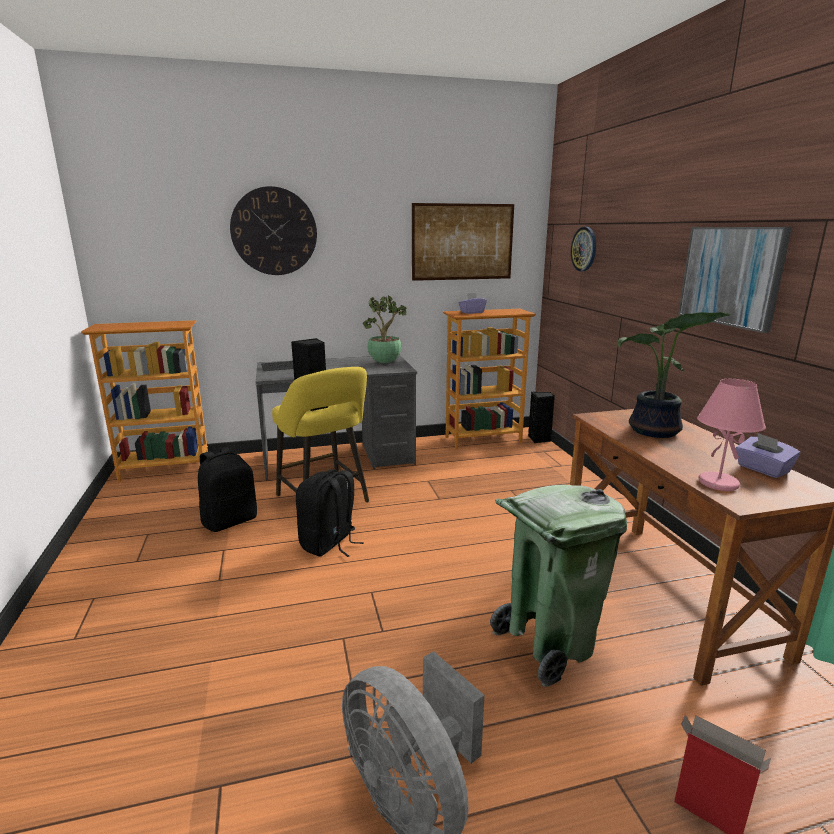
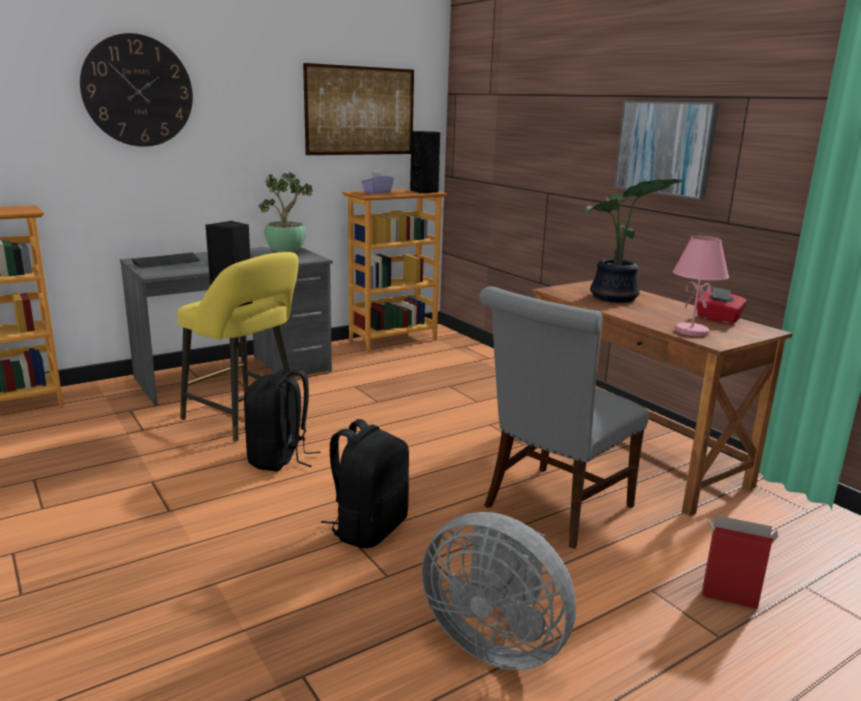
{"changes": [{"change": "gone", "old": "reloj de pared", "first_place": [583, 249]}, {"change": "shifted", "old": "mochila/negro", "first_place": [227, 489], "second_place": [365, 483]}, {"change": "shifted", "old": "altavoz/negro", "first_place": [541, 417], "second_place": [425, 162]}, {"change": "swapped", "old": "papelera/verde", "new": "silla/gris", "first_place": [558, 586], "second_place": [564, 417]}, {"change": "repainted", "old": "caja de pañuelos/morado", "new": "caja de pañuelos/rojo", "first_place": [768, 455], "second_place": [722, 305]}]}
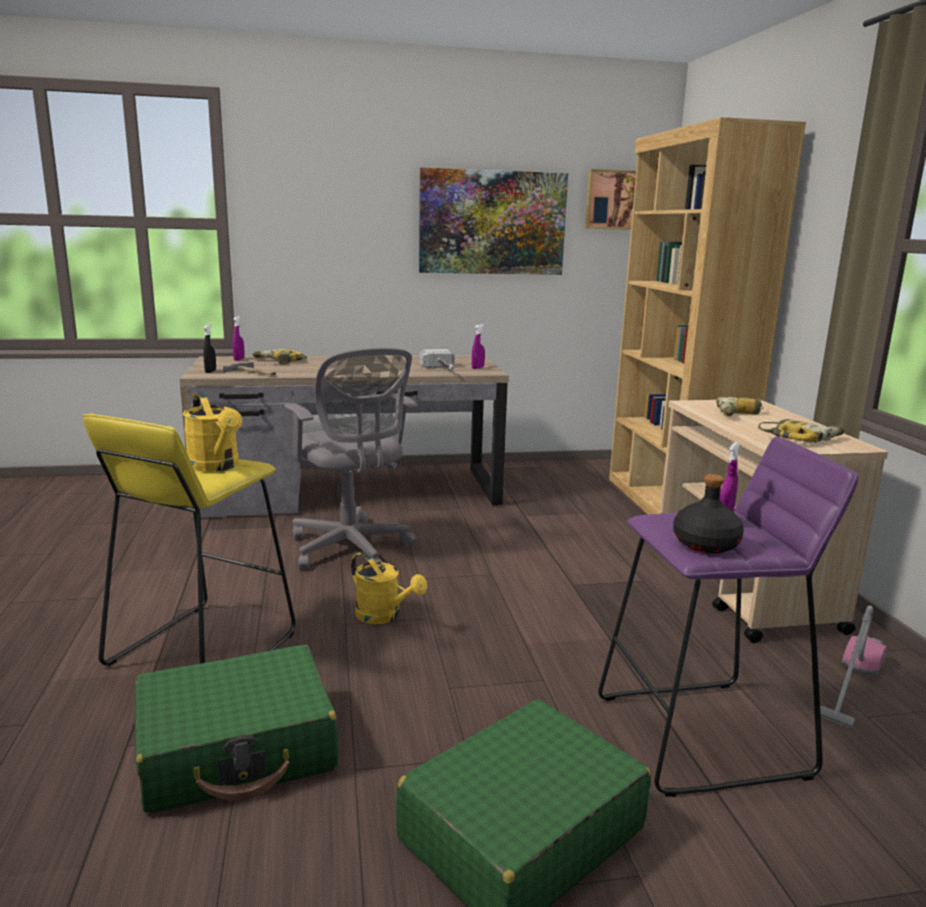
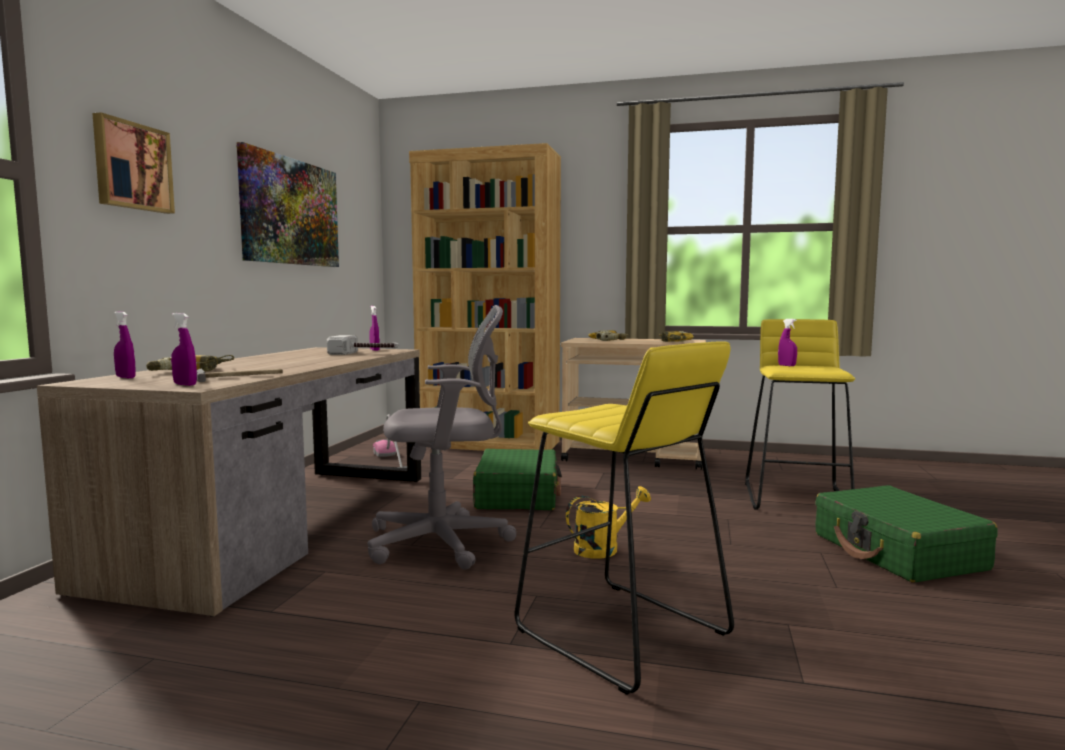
{"changes": [{"change": "gone", "old": "regadera/amarillo", "first_place": [212, 432]}, {"change": "gone", "old": "botella/negro", "first_place": [708, 514]}, {"change": "shifted", "old": "maleta/verde", "first_place": [236, 729], "second_place": [517, 479]}, {"change": "shifted", "old": "cuadro", "first_place": [610, 199], "second_place": [133, 163]}, {"change": "shifted", "old": "aspiradora", "first_place": [853, 666], "second_place": [390, 441]}, {"change": "repainted", "old": "pulverizador/negro", "new": "pulverizador/morado", "first_place": [209, 348], "second_place": [184, 349]}, {"change": "repainted", "old": "taburete/morado", "new": "taburete/amarillo", "first_place": [728, 617], "second_place": [800, 414]}]}
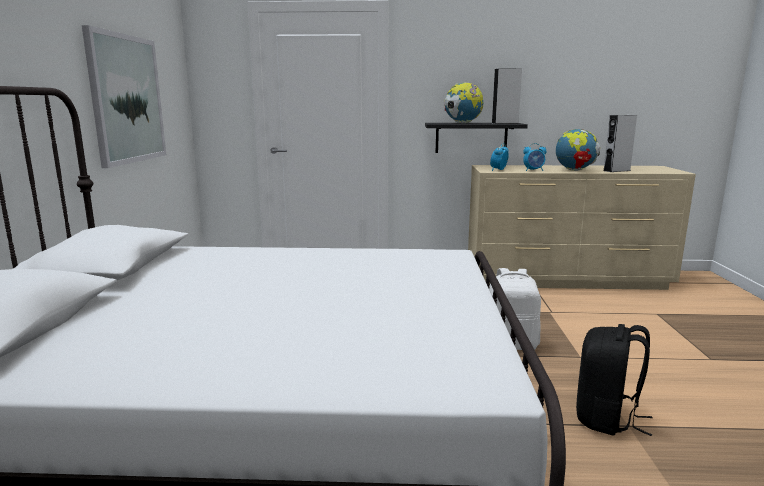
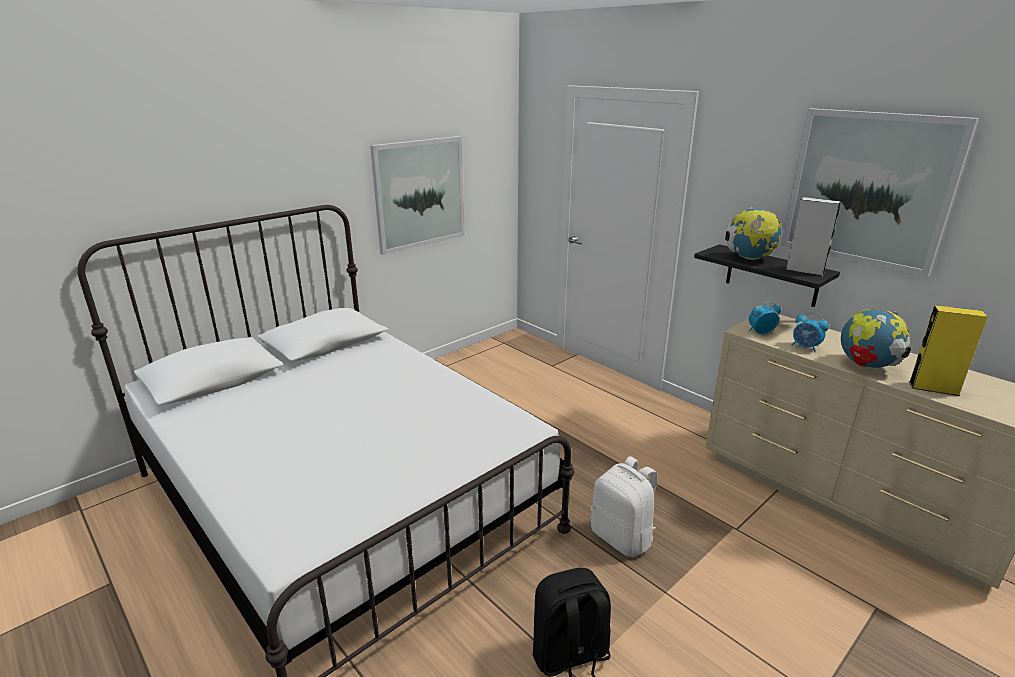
{"changes": [{"change": "new", "new": "cuadro", "second_place": [880, 192]}, {"change": "repainted", "old": "altavoz/gris", "new": "altavoz/amarillo", "first_place": [620, 143], "second_place": [948, 350]}]}
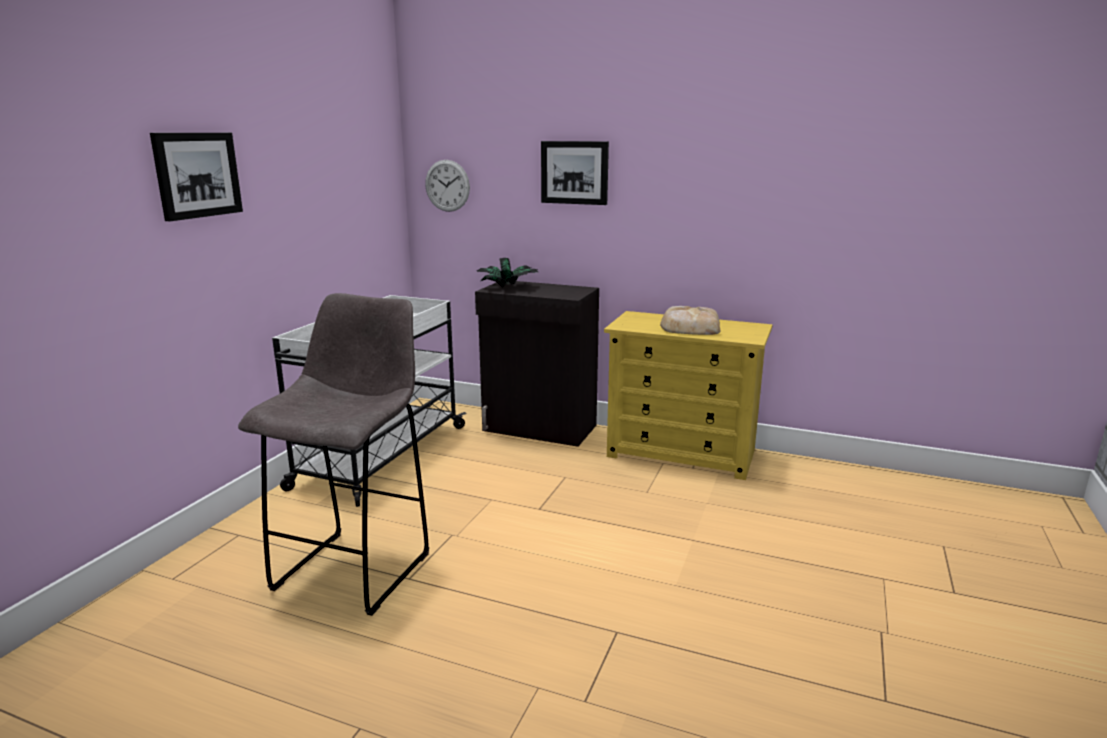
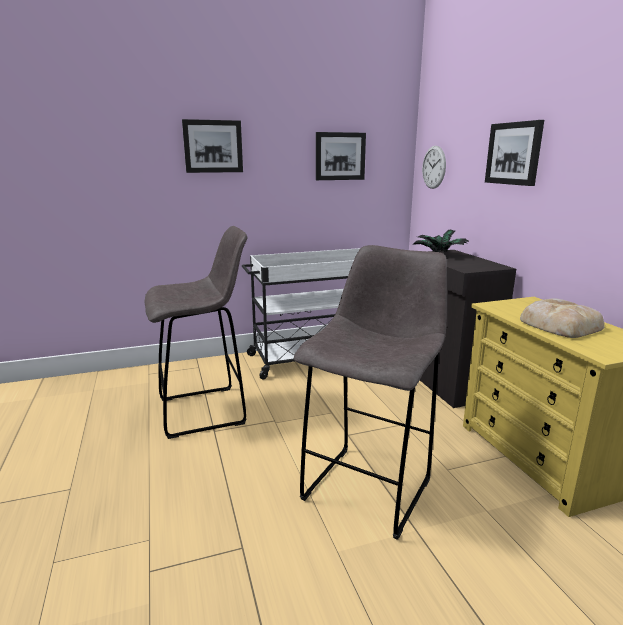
{"changes": [{"change": "new", "new": "taburete/gris", "second_place": [370, 392]}, {"change": "new", "new": "cuadro", "second_place": [341, 156]}]}
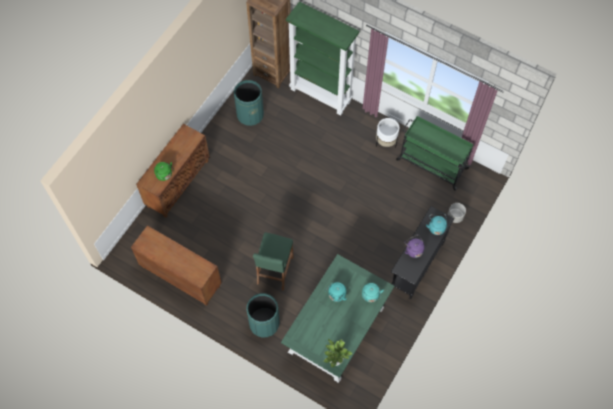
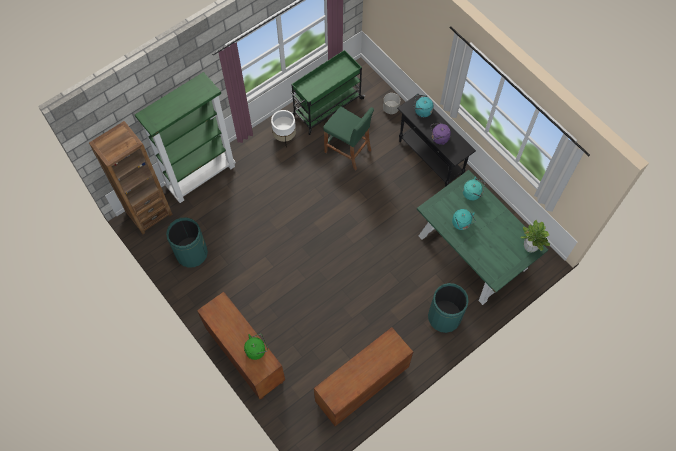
{"changes": [{"change": "shifted", "old": "taburete/verde", "first_place": [273, 261], "second_place": [348, 138]}]}
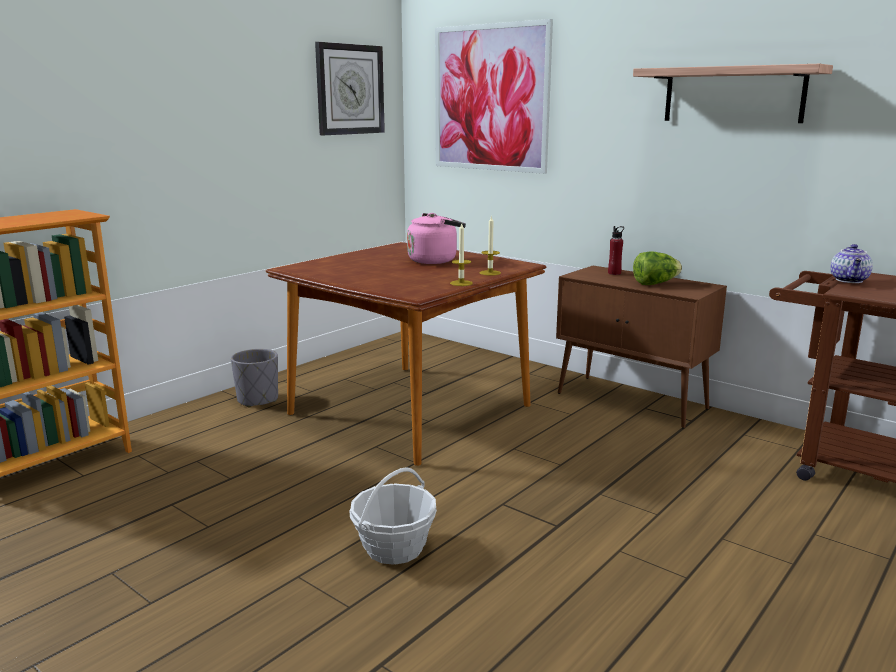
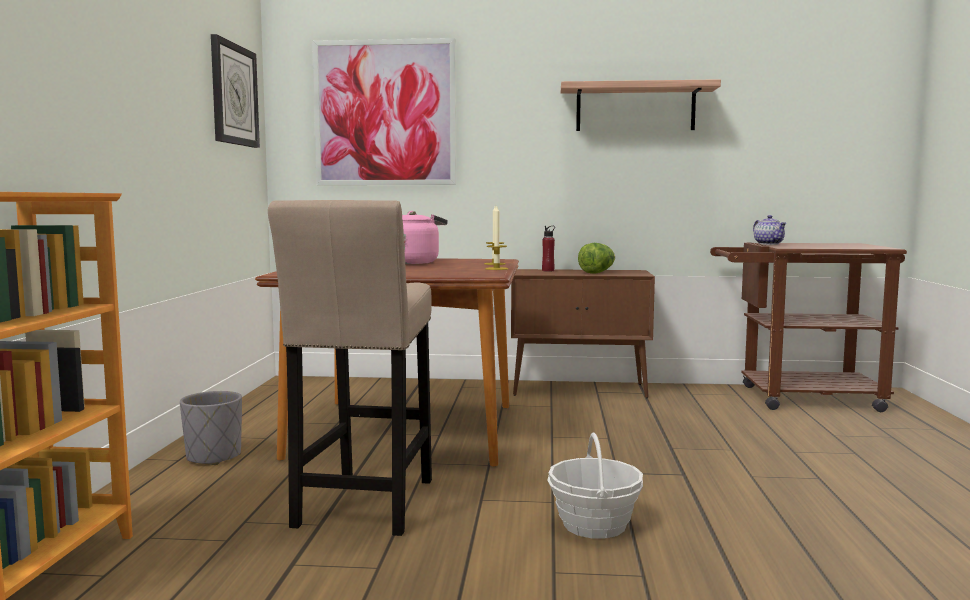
{"changes": [{"change": "new", "new": "taburete/beis", "second_place": [350, 368]}]}
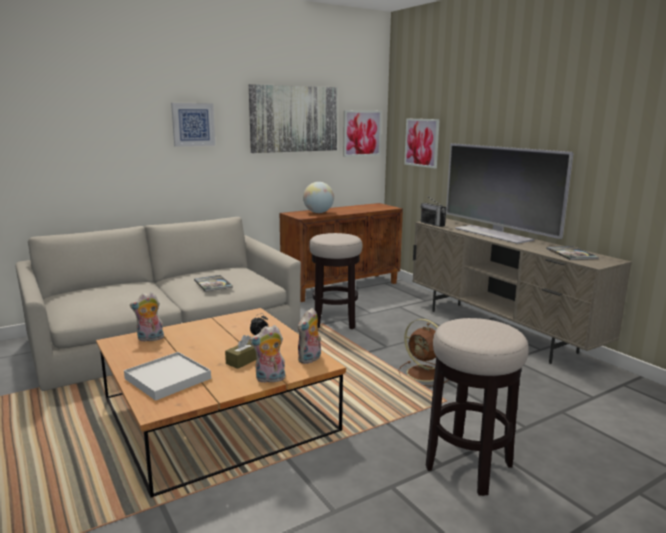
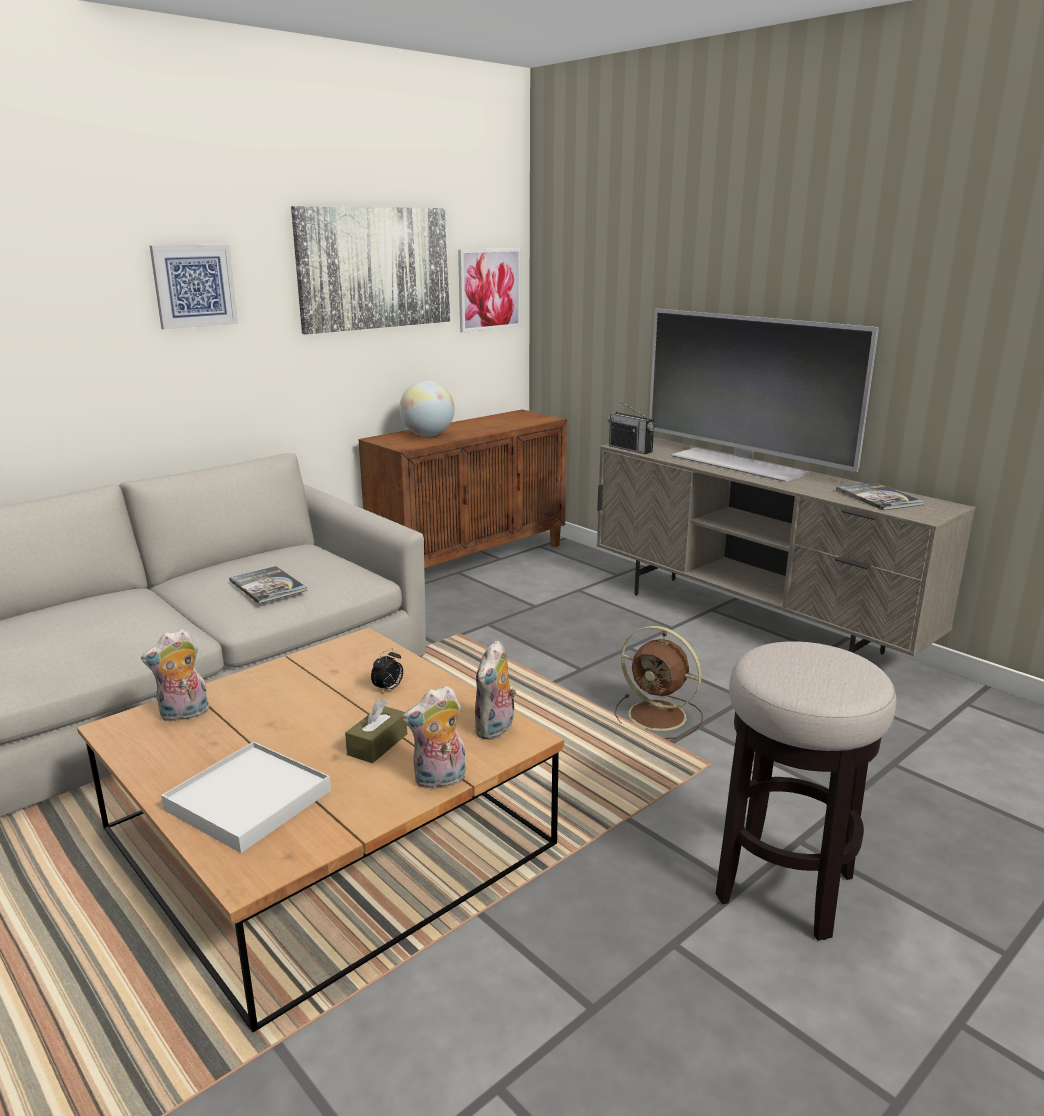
{"changes": [{"change": "gone", "old": "taburete", "first_place": [335, 281]}, {"change": "gone", "old": "cuadro", "first_place": [422, 143]}]}
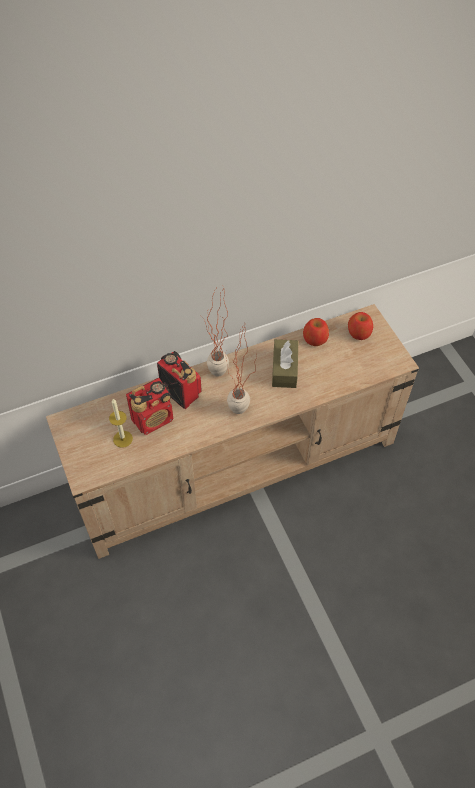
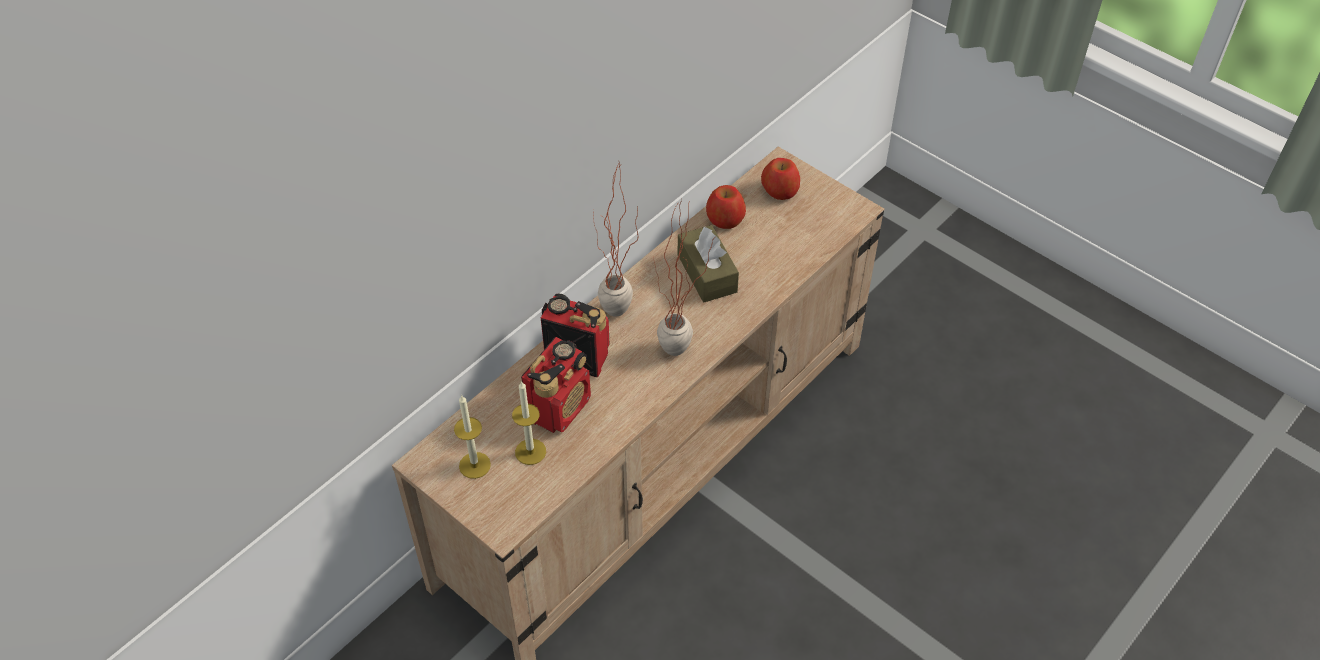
{"changes": [{"change": "new", "new": "vela", "second_place": [472, 437]}]}
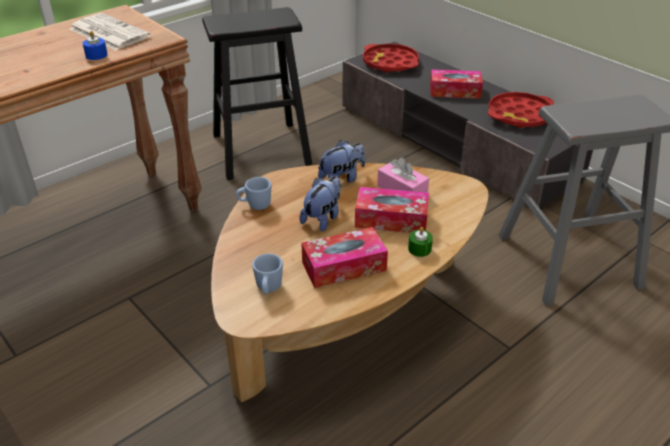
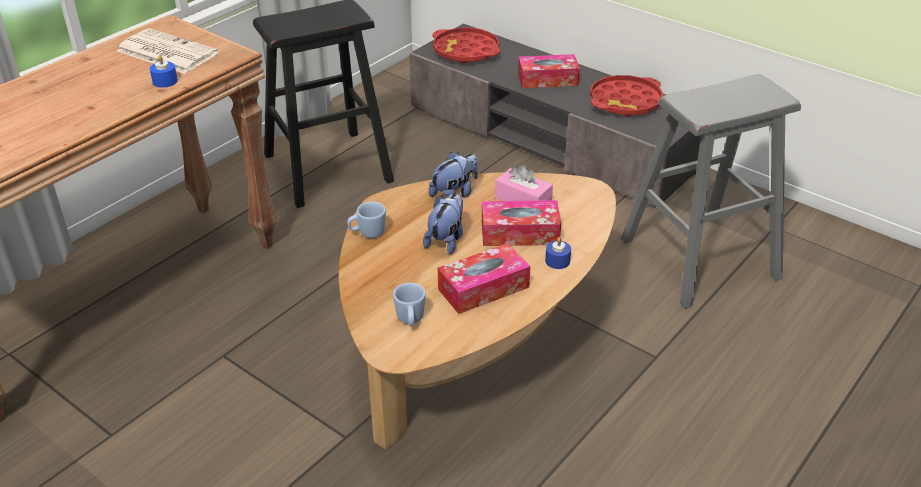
{"changes": [{"change": "repainted", "old": "vela/verde", "new": "vela/azul", "first_place": [420, 242], "second_place": [558, 253]}]}
